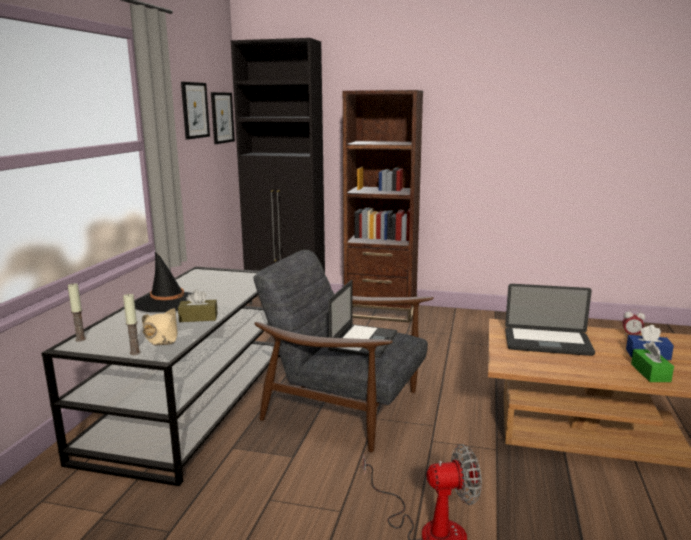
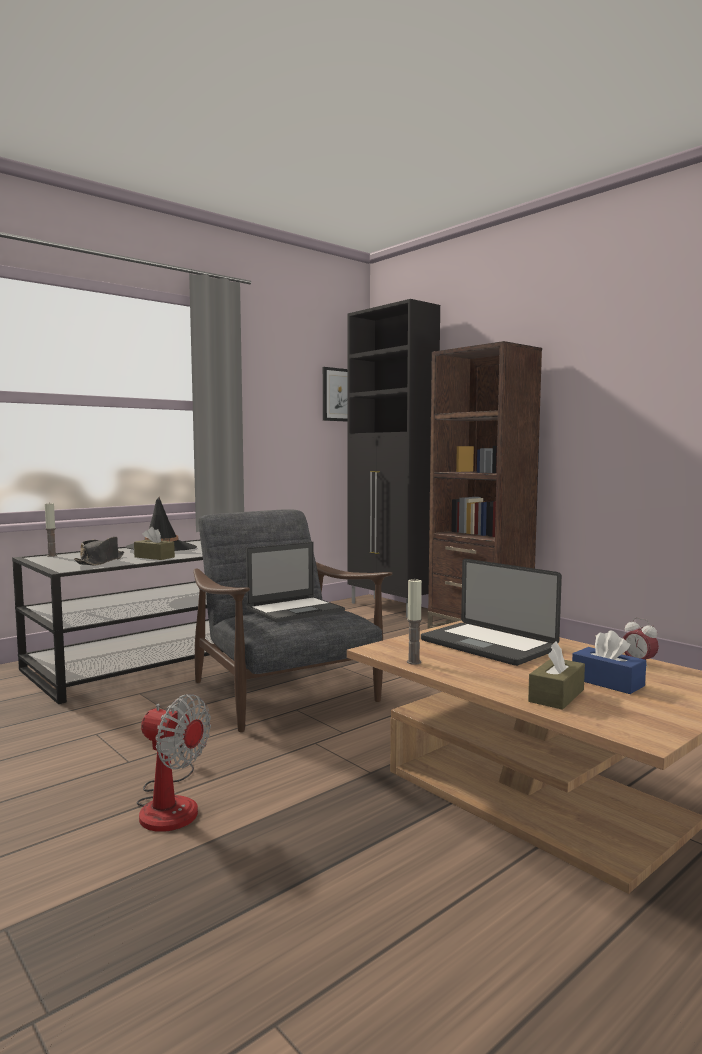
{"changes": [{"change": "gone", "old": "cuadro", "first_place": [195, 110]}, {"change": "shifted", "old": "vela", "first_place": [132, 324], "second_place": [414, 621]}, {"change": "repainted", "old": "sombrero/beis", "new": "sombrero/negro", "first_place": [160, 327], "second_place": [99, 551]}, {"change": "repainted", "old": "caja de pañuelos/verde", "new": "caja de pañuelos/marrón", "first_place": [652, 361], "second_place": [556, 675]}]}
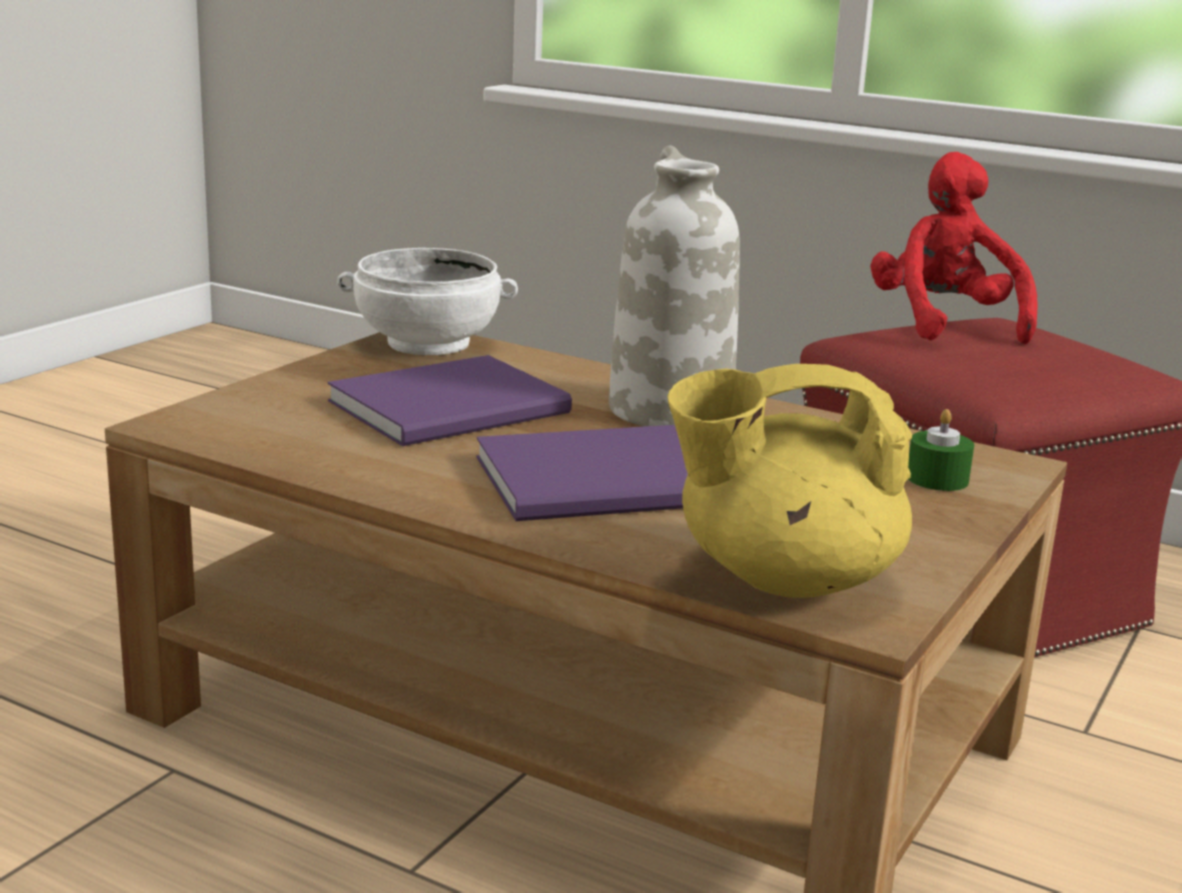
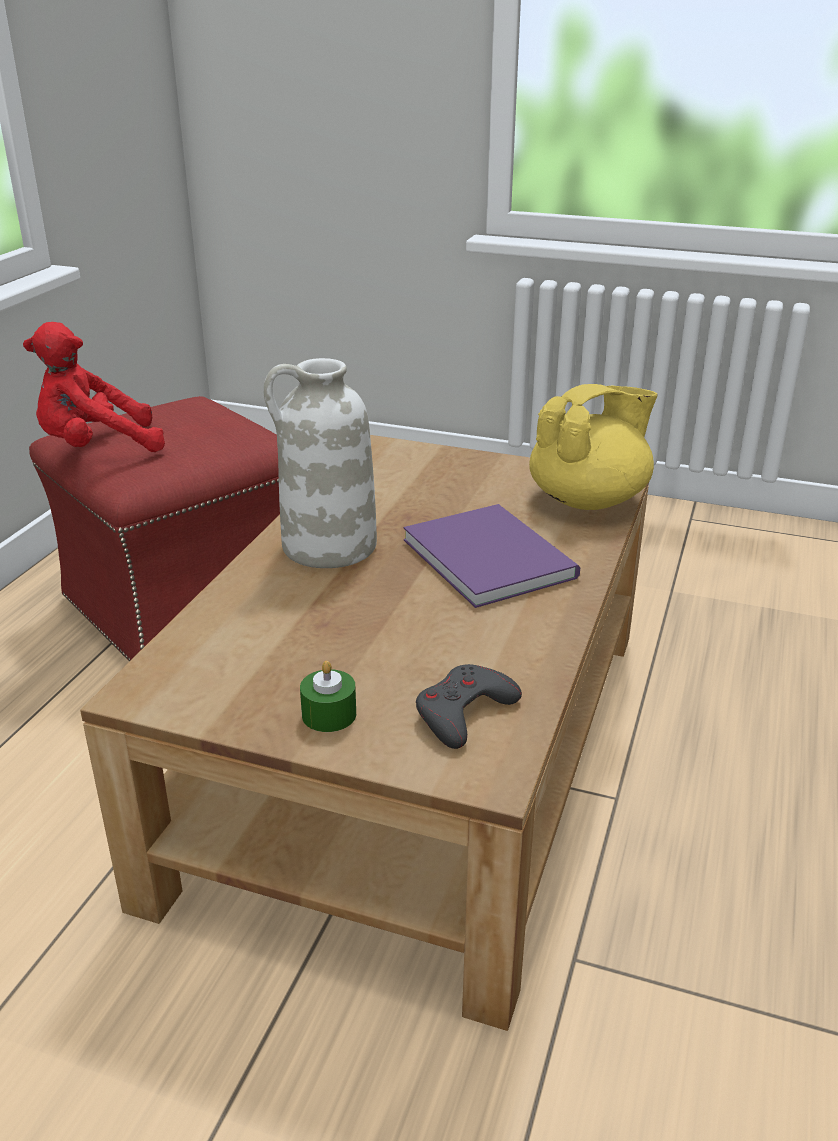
{"changes": [{"change": "gone", "old": "libro/morado", "first_place": [450, 400]}, {"change": "gone", "old": "cuenco/blanco", "first_place": [427, 301]}, {"change": "new", "new": "mando de consola/gris", "second_place": [469, 706]}, {"change": "shifted", "old": "vela/verde", "first_place": [941, 450], "second_place": [328, 696]}, {"change": "rotated", "old": "tetera/amarillo", "first_place": [790, 481], "second_place": [593, 447], "degrees": -105}]}
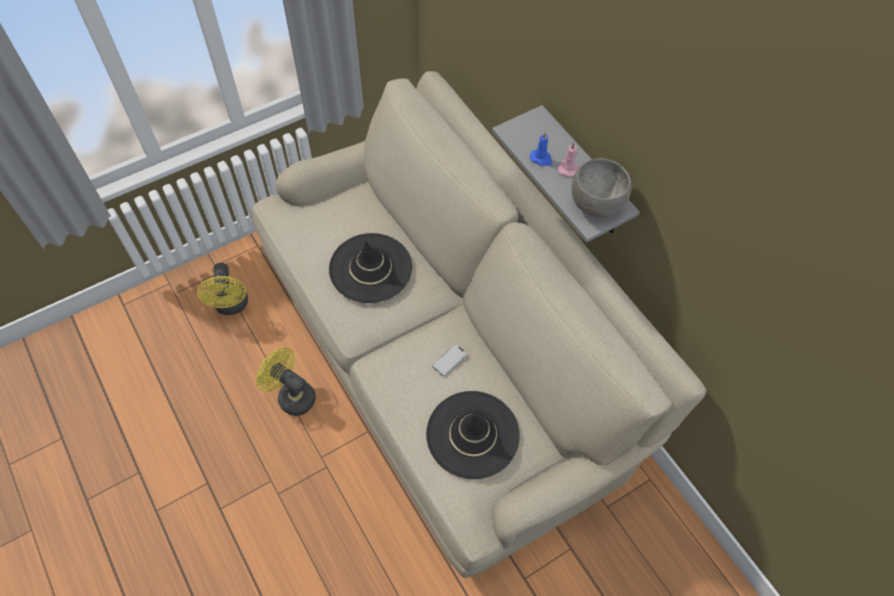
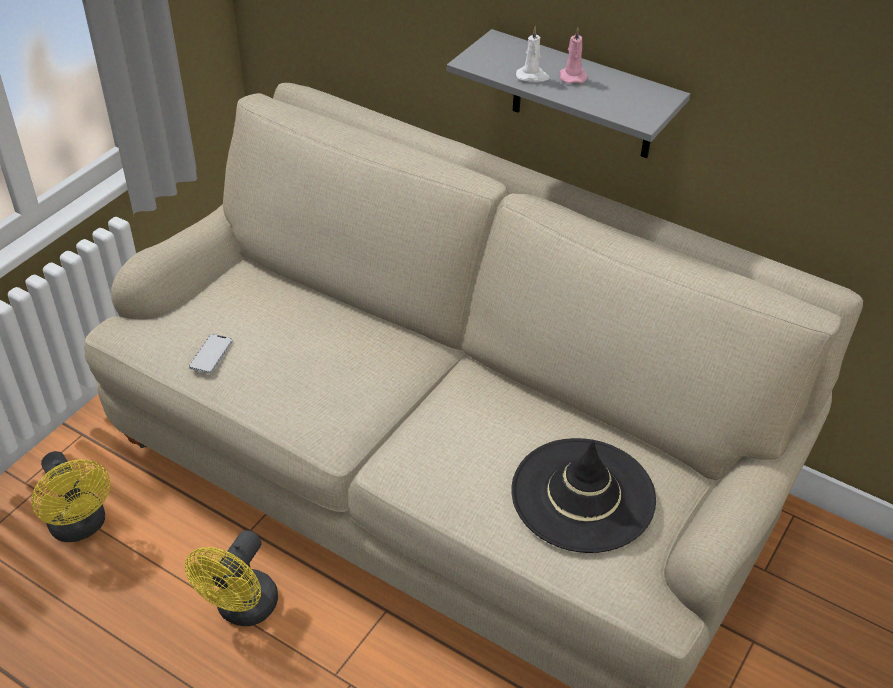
{"changes": [{"change": "gone", "old": "sombrero/negro", "first_place": [370, 268]}, {"change": "gone", "old": "cuenco/gris", "first_place": [601, 187]}, {"change": "shifted", "old": "móvil", "first_place": [449, 360], "second_place": [211, 354]}, {"change": "repainted", "old": "vela/azul", "new": "vela/blanco", "first_place": [541, 149], "second_place": [533, 54]}, {"change": "rotated", "old": "ventilador/amarillo", "first_place": [286, 381], "second_place": [231, 578], "degrees": -75}]}
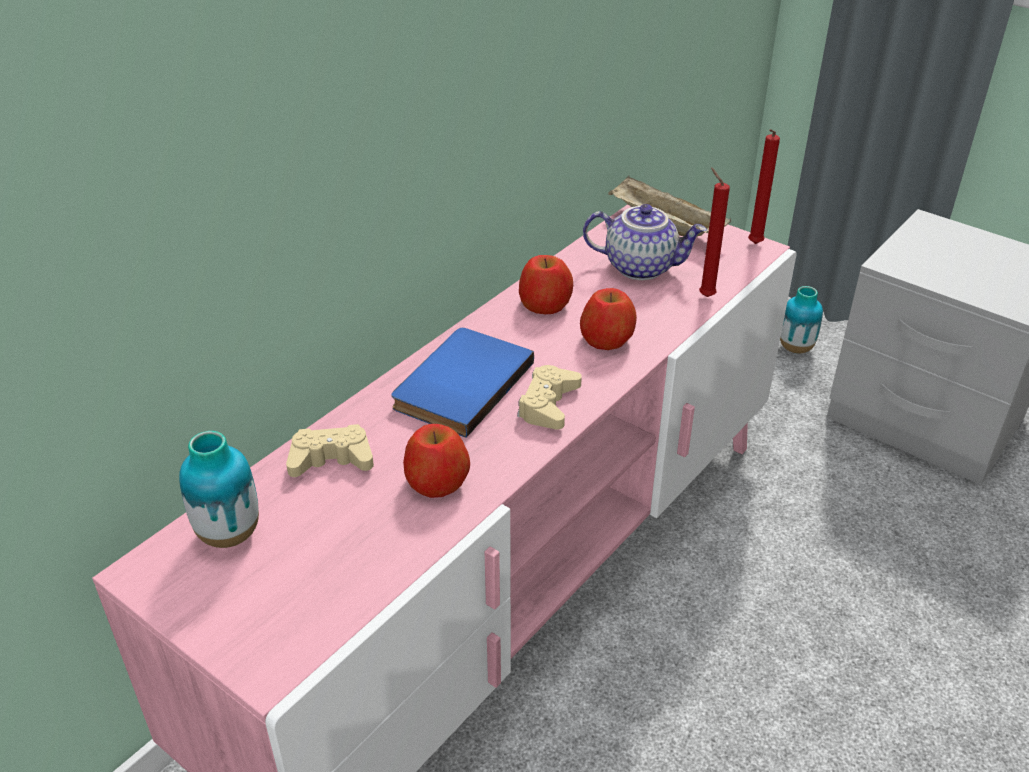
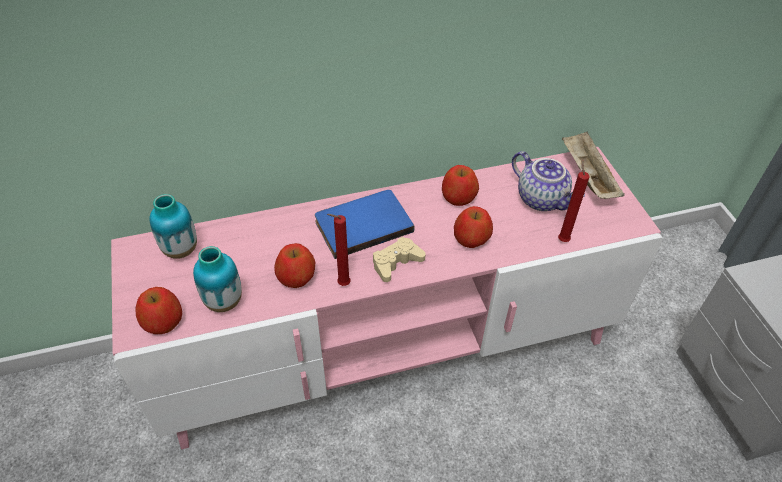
{"changes": [{"change": "gone", "old": "mando de consola/beis", "first_place": [330, 450]}, {"change": "new", "new": "manzana", "second_place": [158, 310]}, {"change": "shifted", "old": "vela/rojo", "first_place": [764, 186], "second_place": [339, 250]}, {"change": "shifted", "old": "florero", "first_place": [801, 319], "second_place": [217, 279]}]}
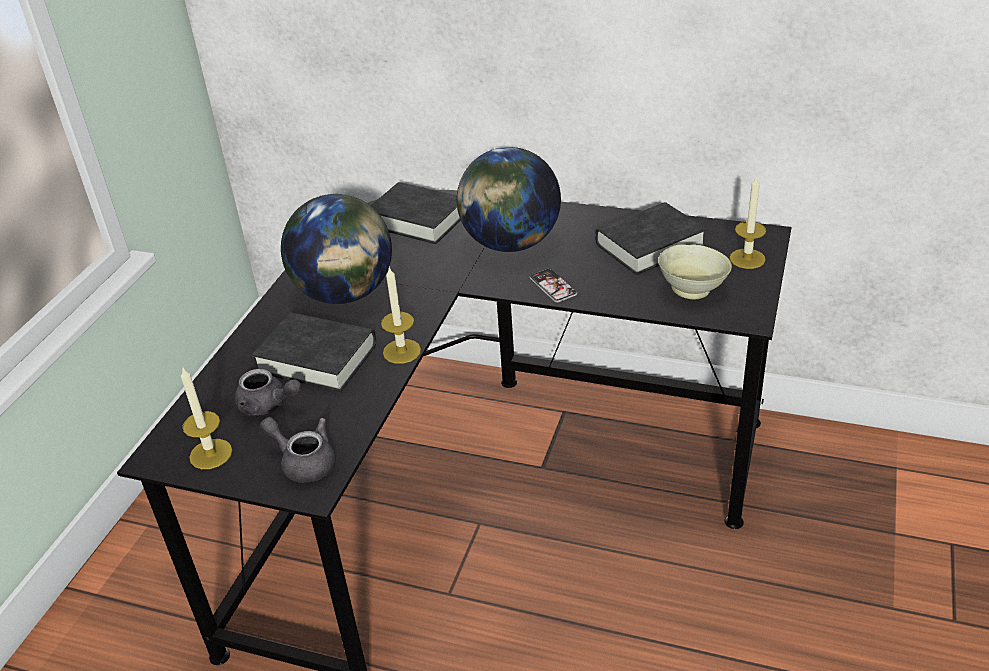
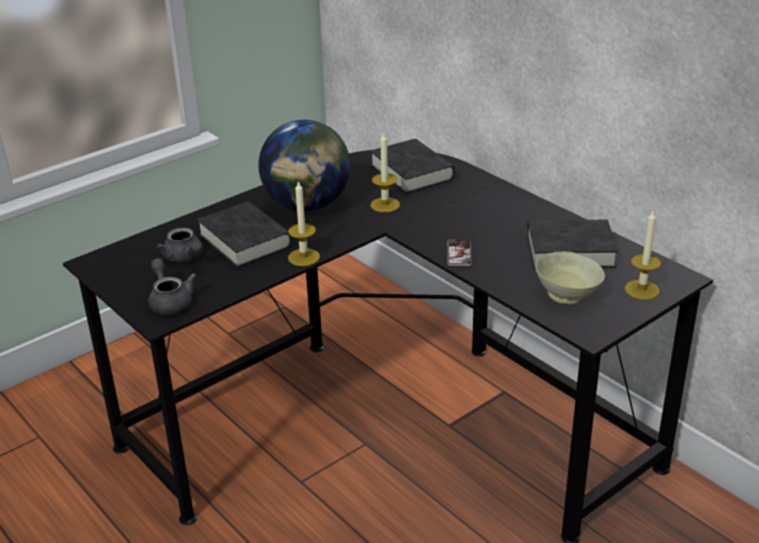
{"changes": [{"change": "gone", "old": "globo terráqueo", "first_place": [509, 199]}, {"change": "shifted", "old": "vela", "first_place": [206, 417], "second_place": [385, 172]}]}
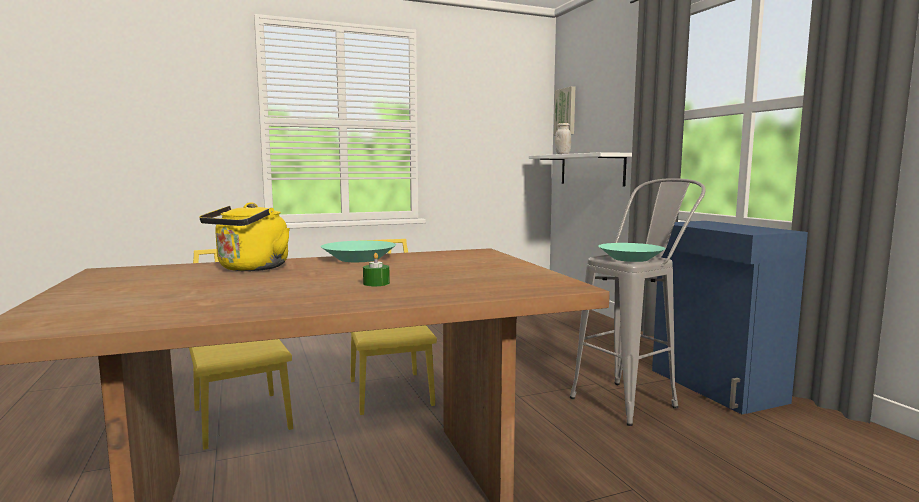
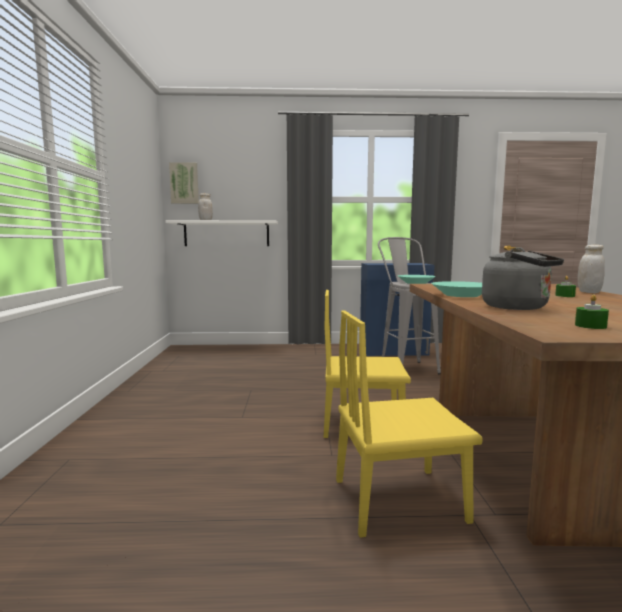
{"changes": [{"change": "new", "new": "vela/verde", "second_place": [592, 311]}, {"change": "new", "new": "tarro/blanco", "second_place": [591, 269]}, {"change": "repainted", "old": "hervidor/amarillo", "new": "hervidor/gris", "first_place": [244, 236], "second_place": [523, 278]}]}
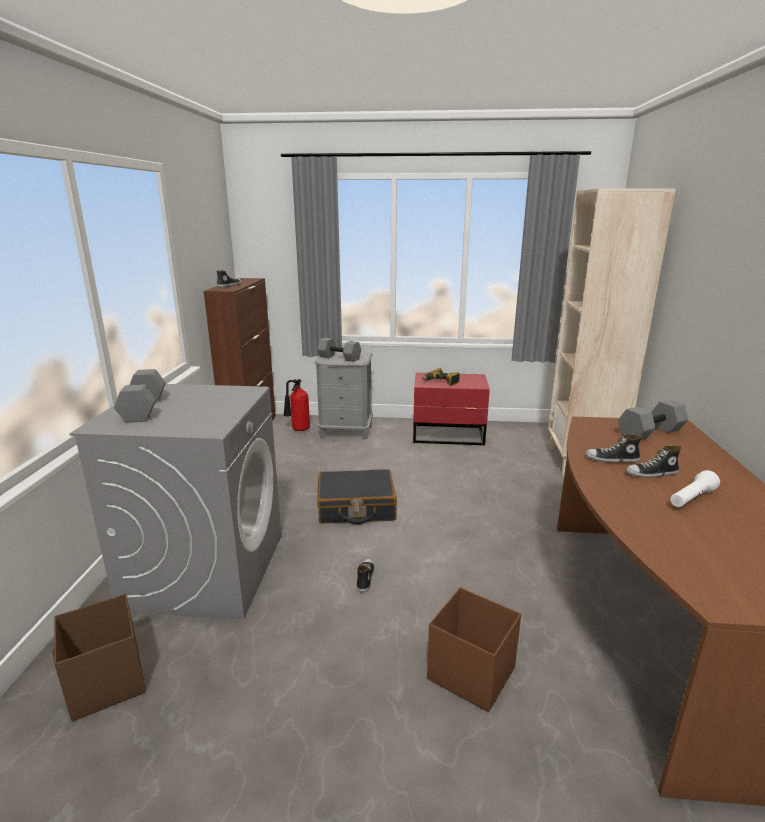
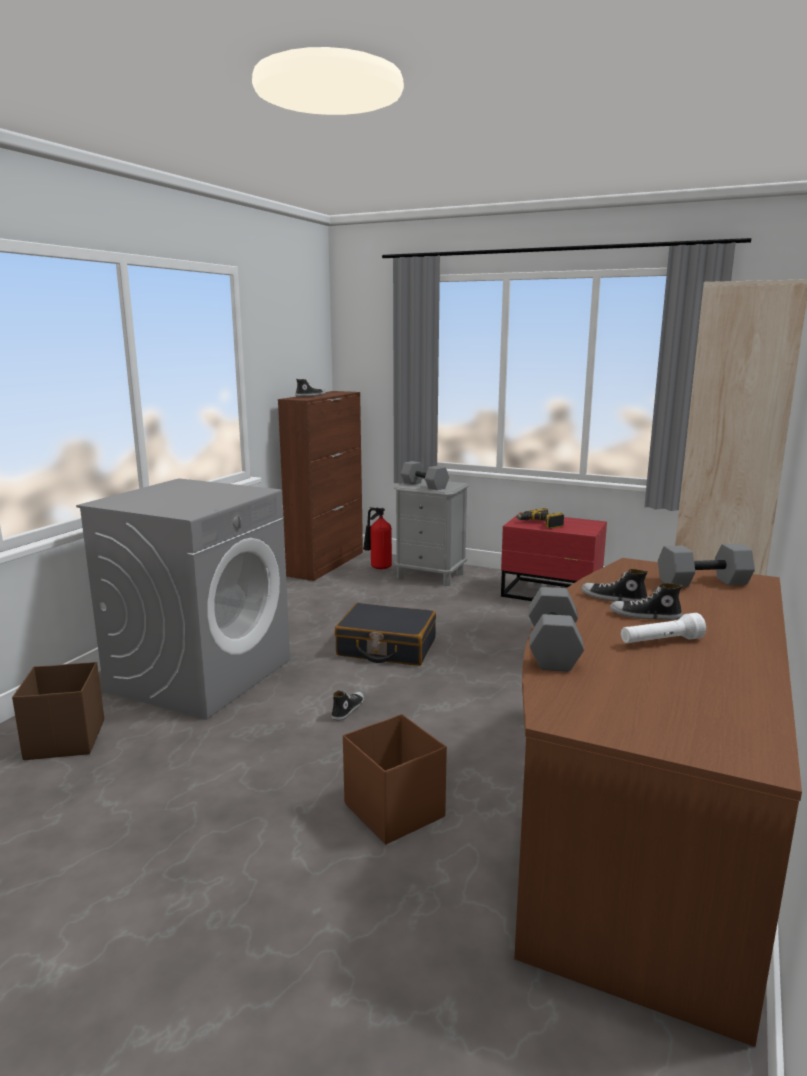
{"changes": [{"change": "shifted", "old": "mancuerna/gris", "first_place": [140, 396], "second_place": [556, 629]}]}
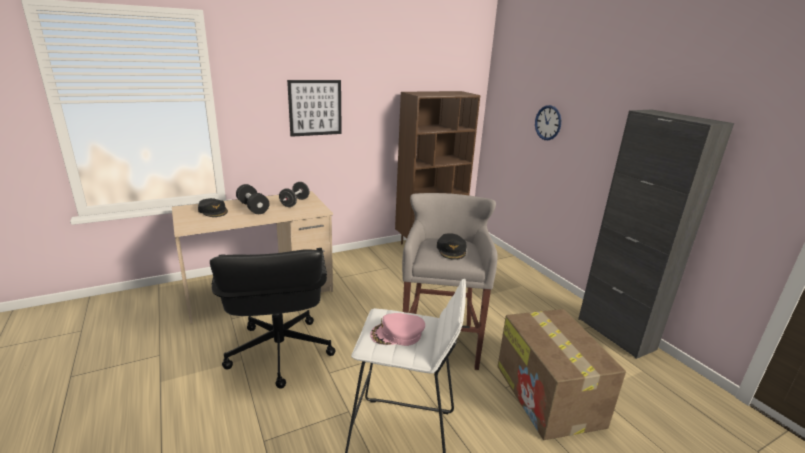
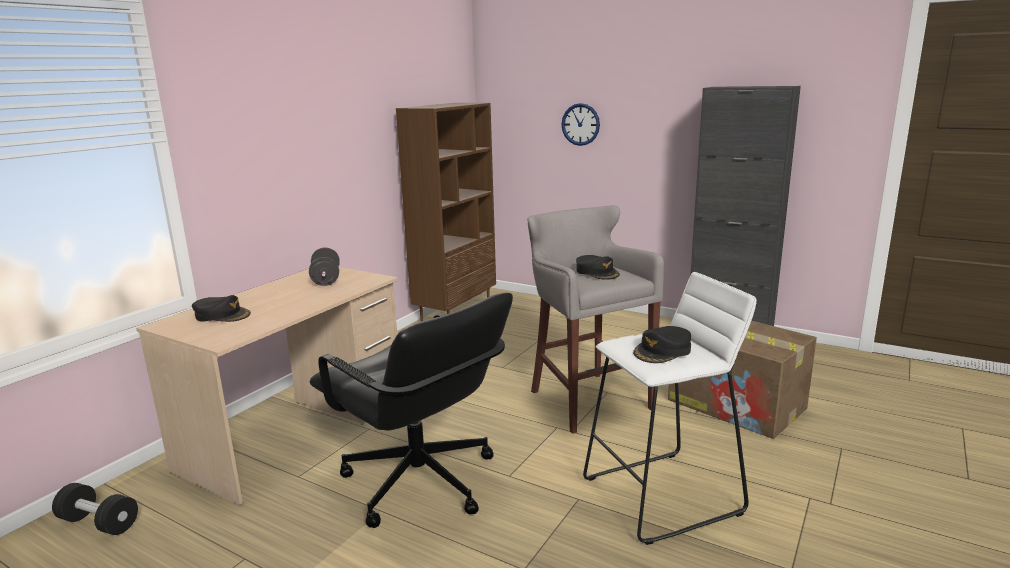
{"changes": [{"change": "gone", "old": "cuadro", "first_place": [314, 108]}, {"change": "shifted", "old": "mancuerna/negro", "first_place": [252, 199], "second_place": [95, 509]}, {"change": "repainted", "old": "gorra/rosa", "new": "gorra/negro", "first_place": [397, 329], "second_place": [662, 344]}]}
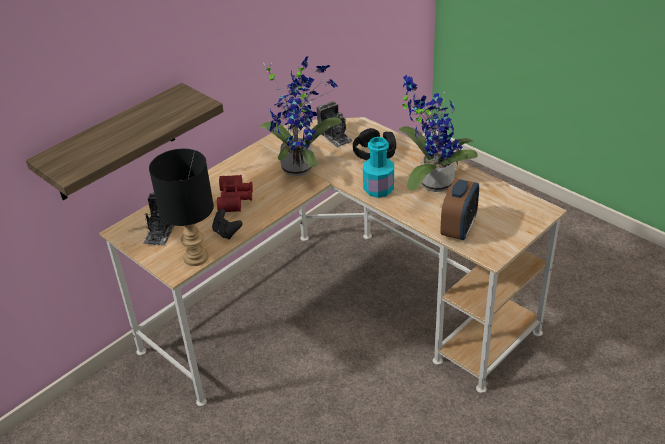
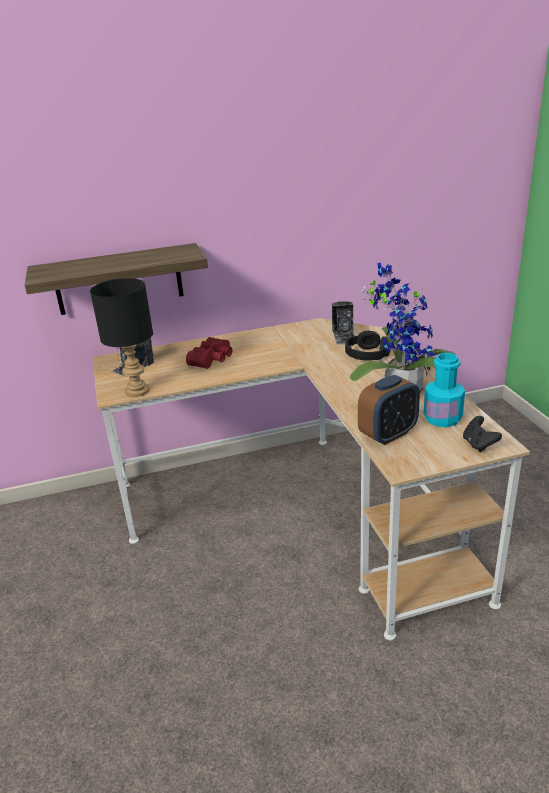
{"changes": [{"change": "gone", "old": "planta en maceta", "first_place": [300, 116]}, {"change": "shifted", "old": "mando de consola/negro", "first_place": [227, 224], "second_place": [482, 434]}, {"change": "shifted", "old": "botella/turquesa", "first_place": [378, 167], "second_place": [444, 390]}]}
